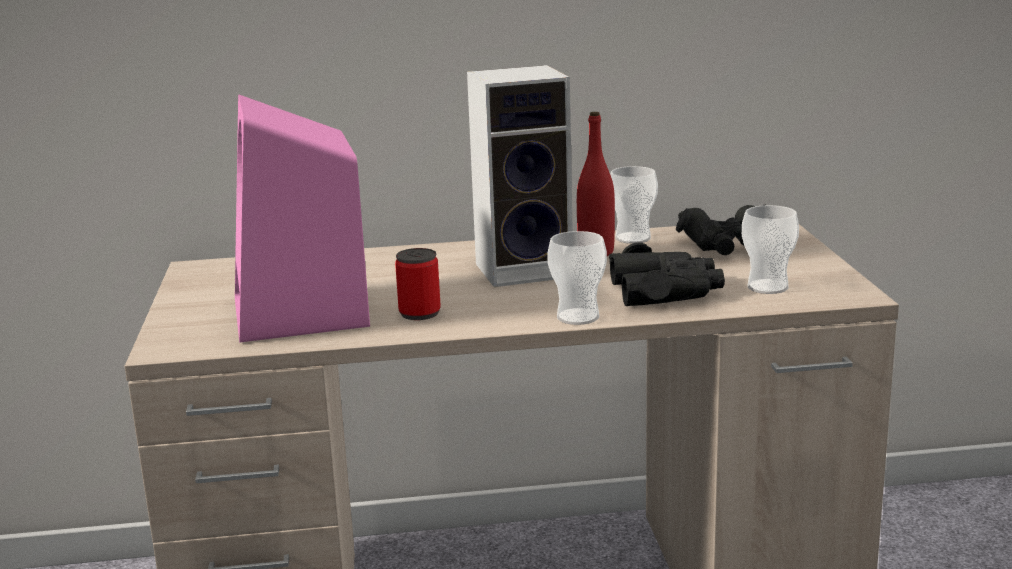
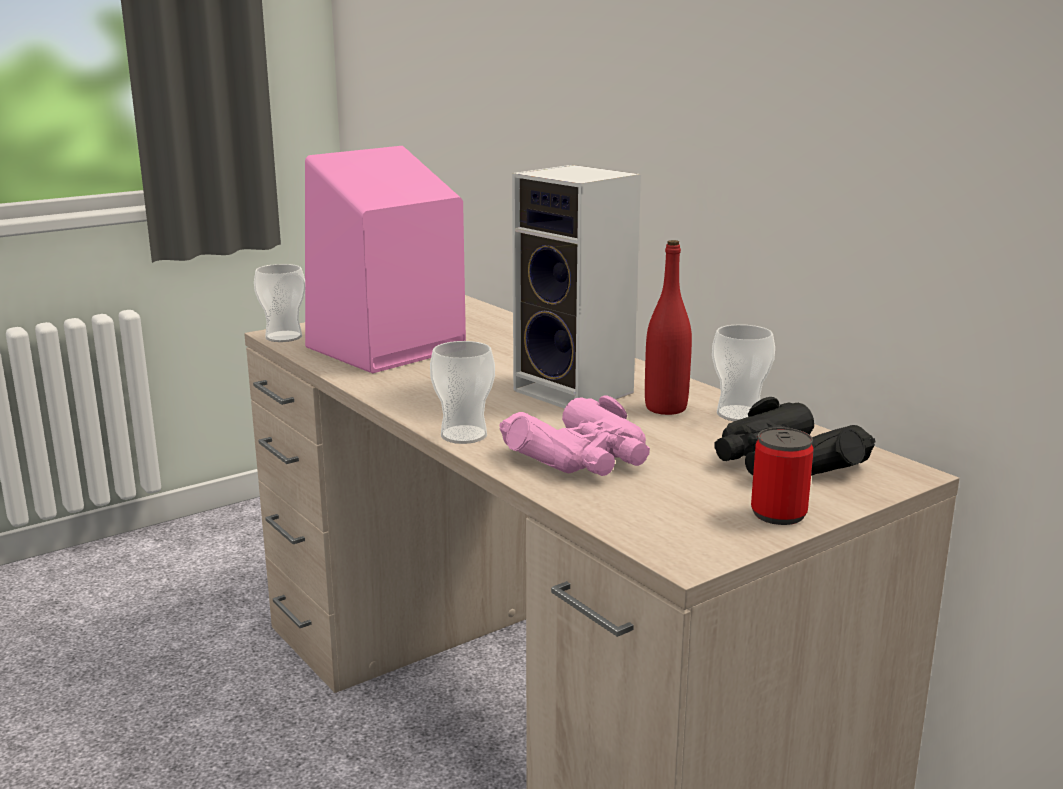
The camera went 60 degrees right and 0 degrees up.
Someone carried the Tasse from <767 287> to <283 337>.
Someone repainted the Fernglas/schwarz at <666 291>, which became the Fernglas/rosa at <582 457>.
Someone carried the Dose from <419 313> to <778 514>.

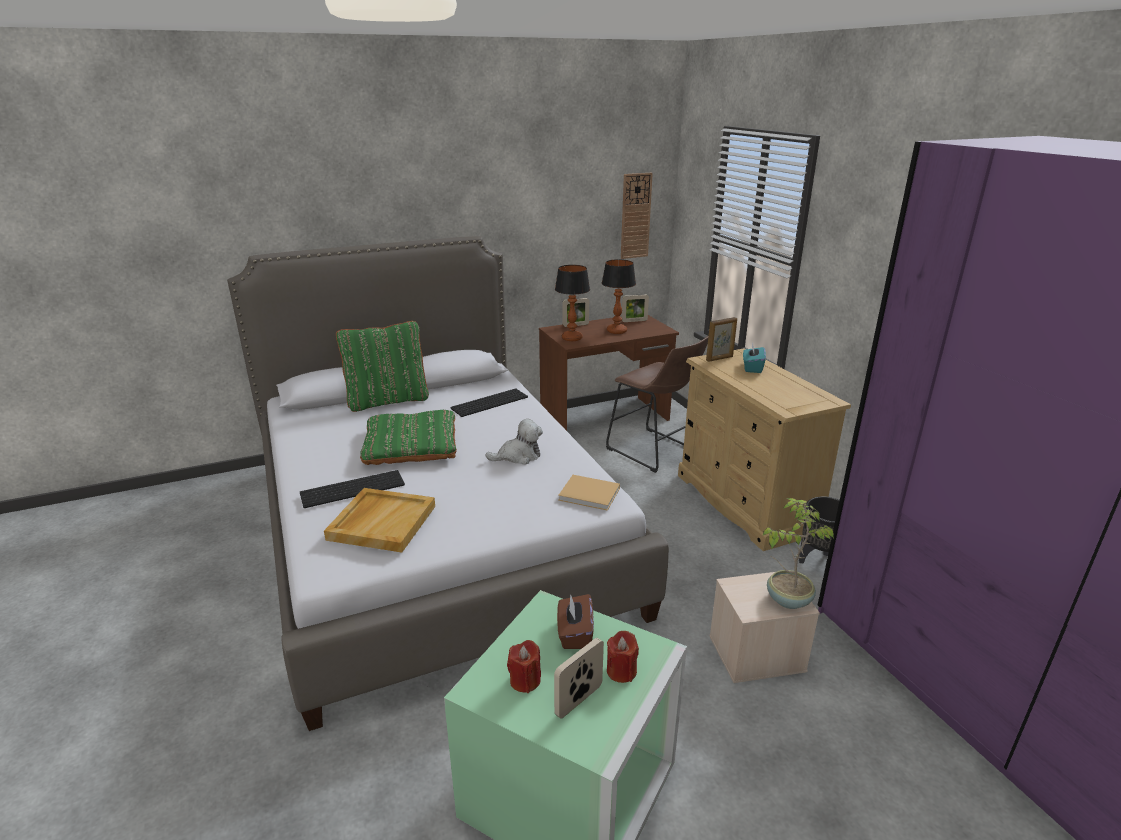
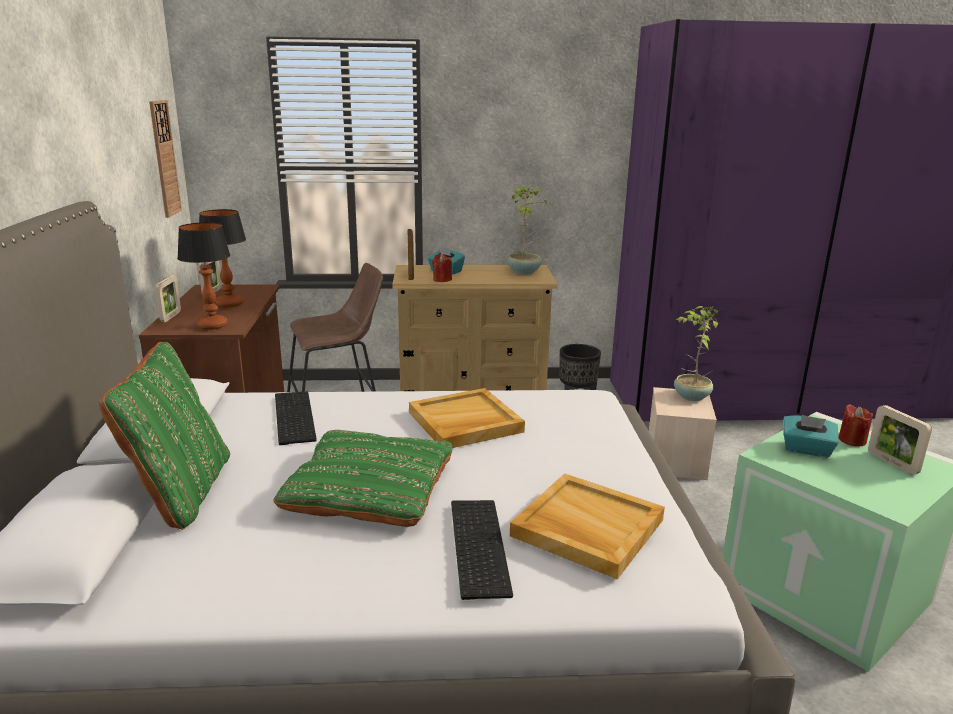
The camera went 70 degrees left and 5 degrees down.
Someone swapped the Plüschtier at <518 456> for the Tablett/beige at <464 422>.
Someone took away the Buch/beige at <591 495>.
Someone repainted the Taschentuchbox/braun at <574 634>, which became the Taschentuchbox/türkis at <806 450>.
Someone carried the Kerze/rot from <525 680> to <442 279>.
Someone put down the Topfpflanze at <524 272>.

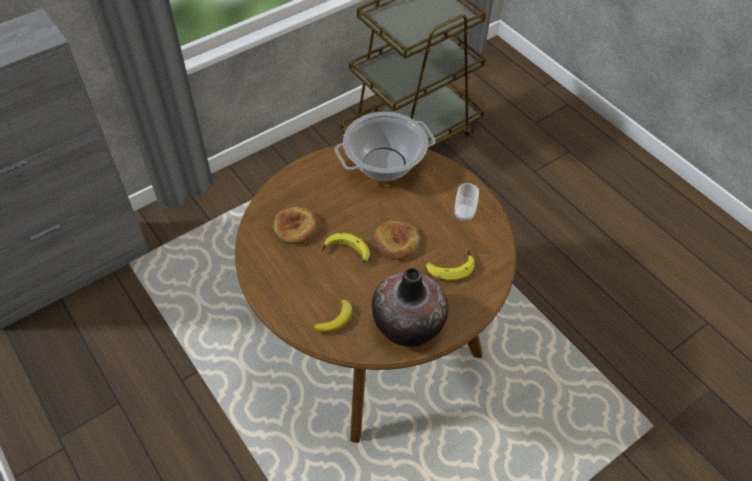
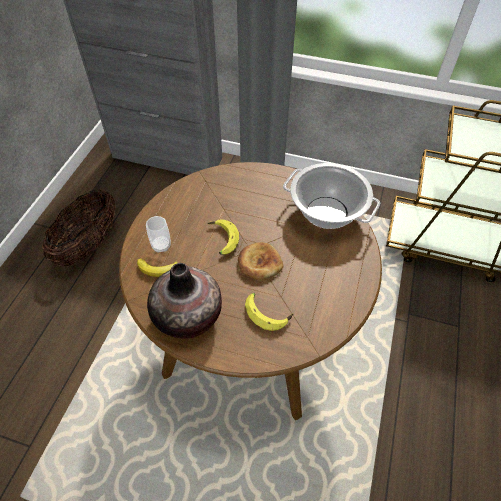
The camera went 55 degrees right and 0 degrees up.
Someone carried the Tasse from <464 214> to <161 246>.
Someone took away the Brot at <296 227>.
Someone put down the Korb at <89 244>.

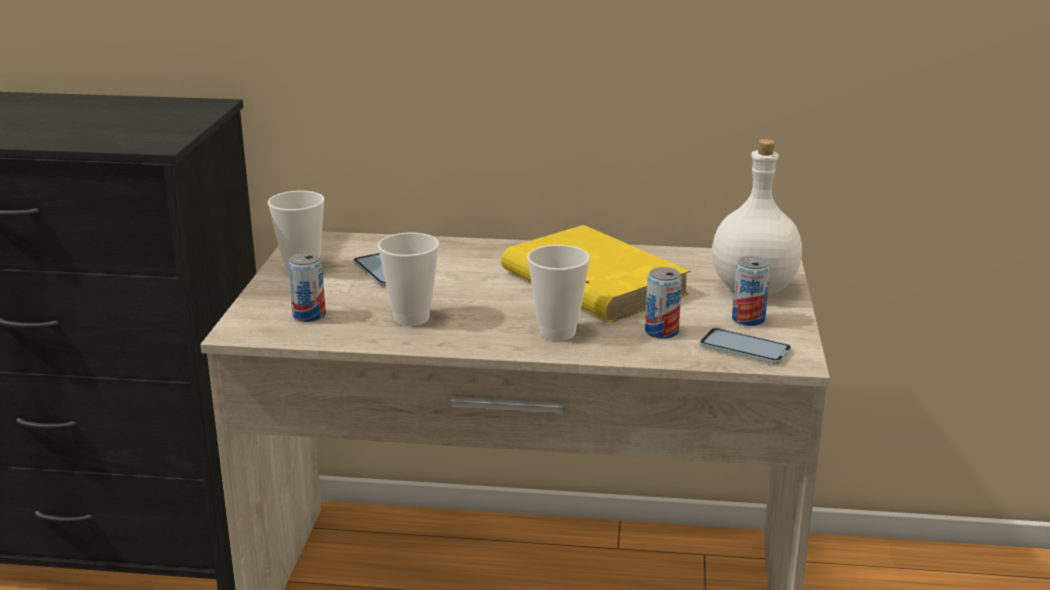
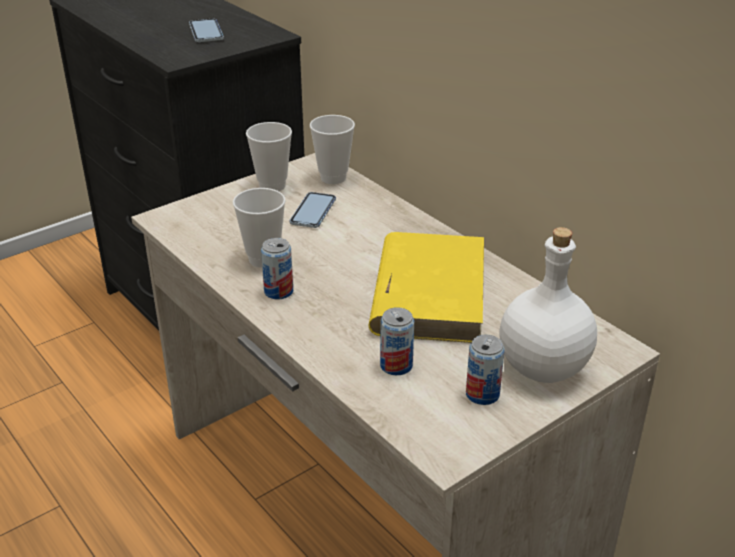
The camera went 45 degrees right and 10 degrees up.
Someone carried the Tasse from <557 332> to <333 178>.
Someone carried the Dose from <309 315> to <278 291>.
Someone carried the Handy from <744 348> to <206 32>.

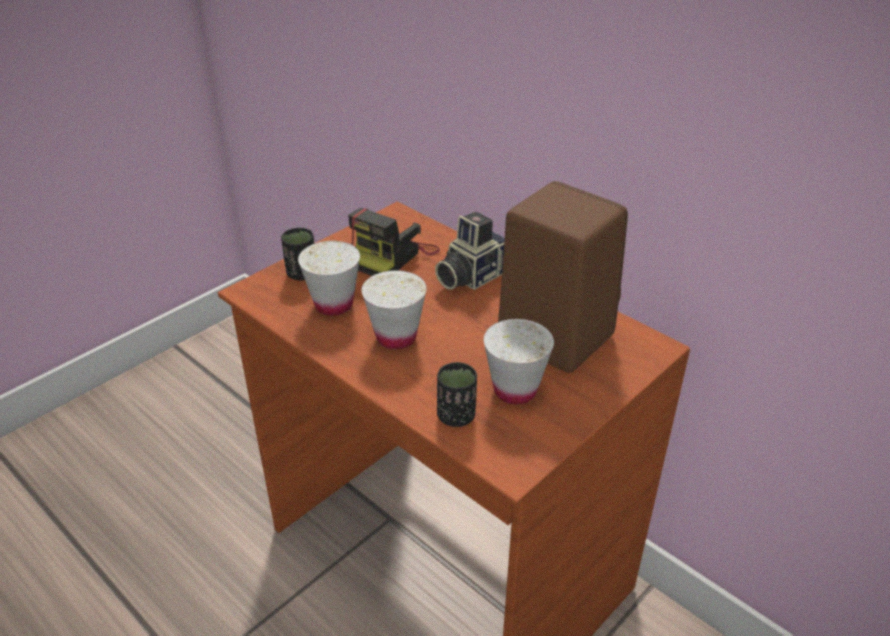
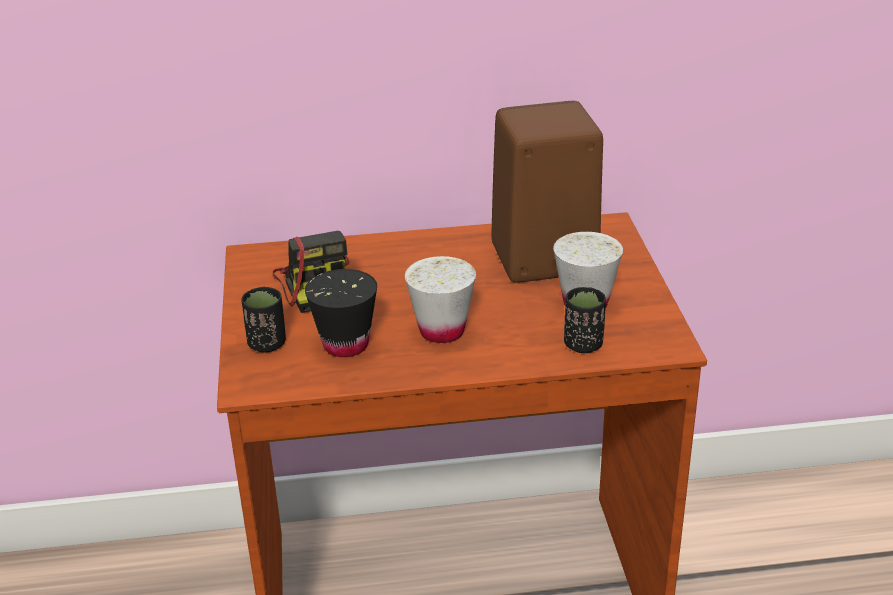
The camera went 50 degrees left and 5 degrees down.
Someone took away the Kamera at <471 275>.
Someone repainted the Tasse/weiß at <334 305>, which became the Tasse/schwarz at <345 345>.

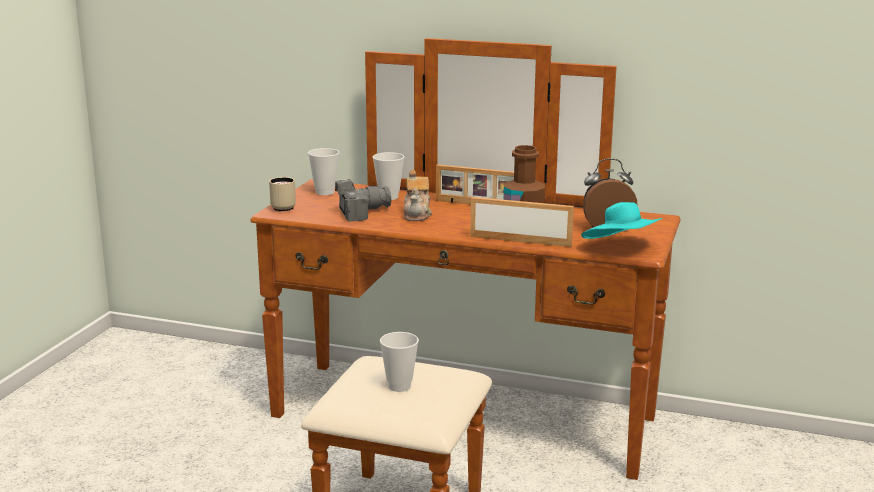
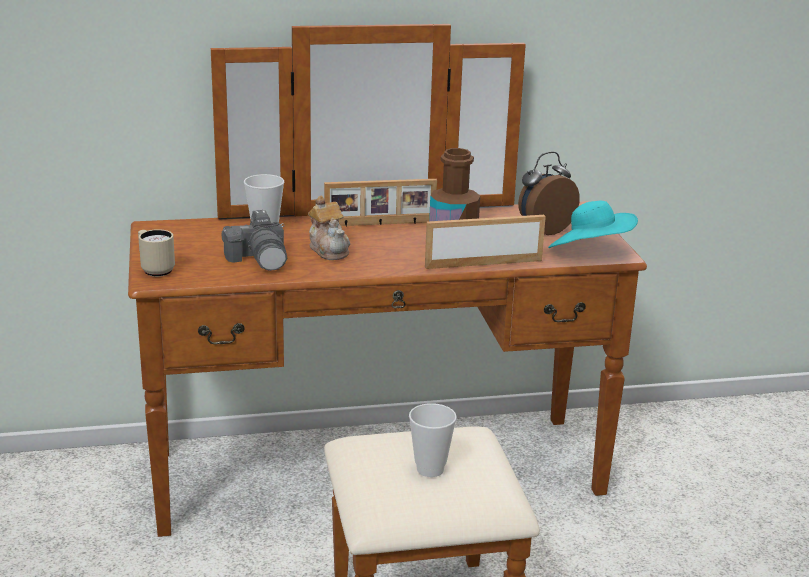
The camera went 30 degrees left and 5 degrees up.
Someone took away the Tasse at <325 192>.
Someone rotated the Kamera at <360 212> by 120 degrees clockwise.

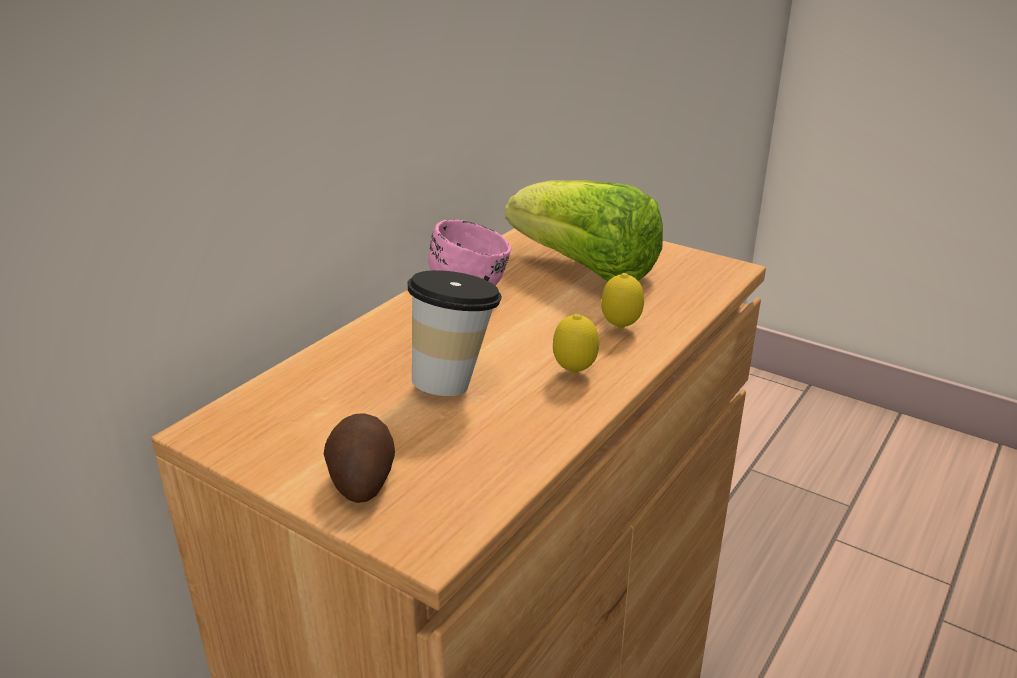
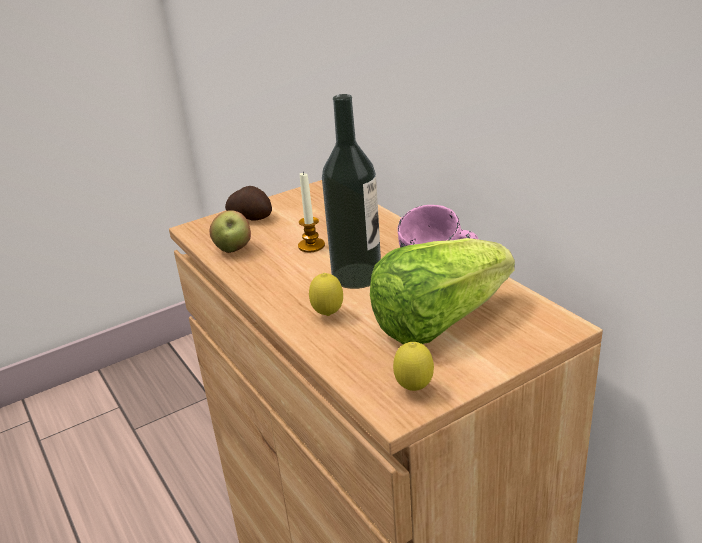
The camera went 115 degrees right and 0 degrees up.
Someone swapped the Tasse at <455 381> for the Kerze at <311 246>.
Someone carried the Zitrone from <574 372> to <414 389>.
Someone put down the Flasche at <356 276>.
Someone put down the Apfel at <233 249>.

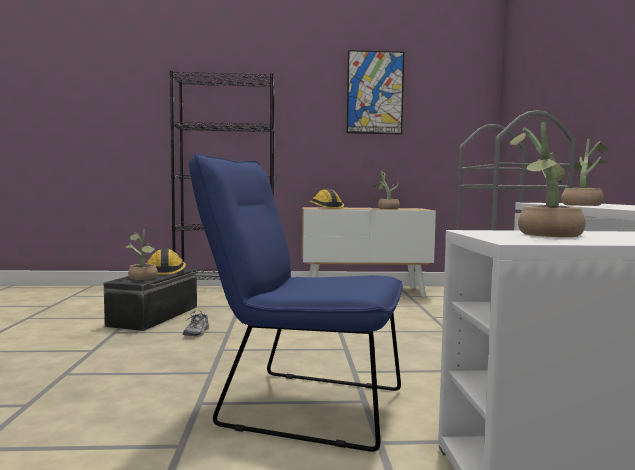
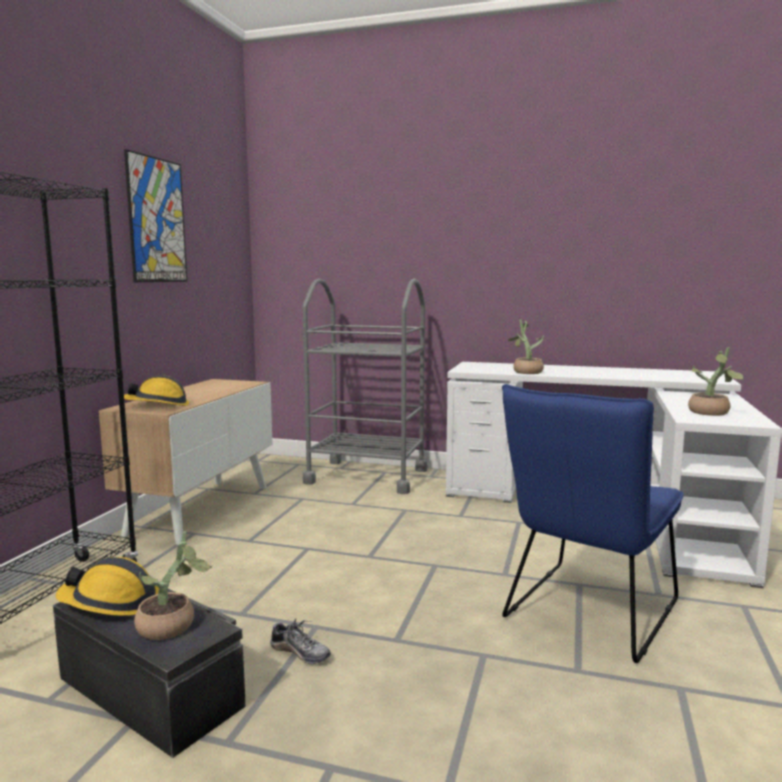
The camera went 70 degrees left and 5 degrees up.
Someone took away the Topfpflanze at <386 208>.

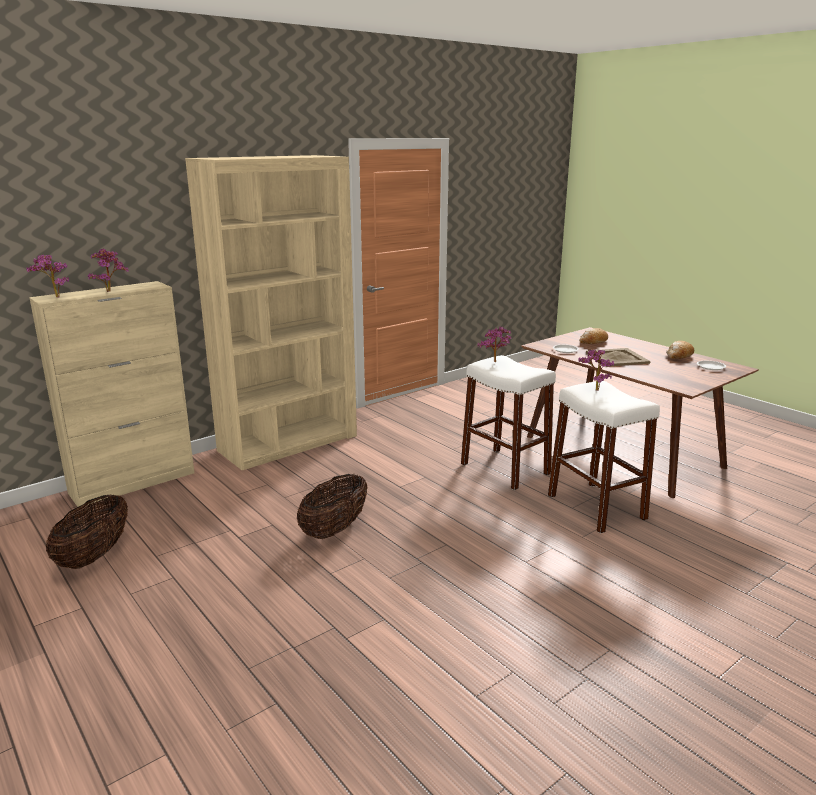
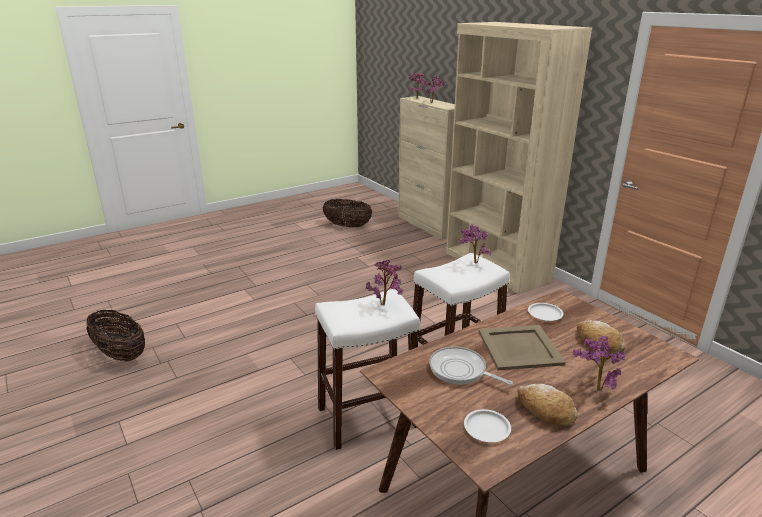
The camera went 95 degrees right and 5 degrees up.
Someone carried the Korb from <334 529> to <120 354>.
Someone put down the Topfpflanze at <594 388>.
Someone put down the Pfanne at <460 371>.

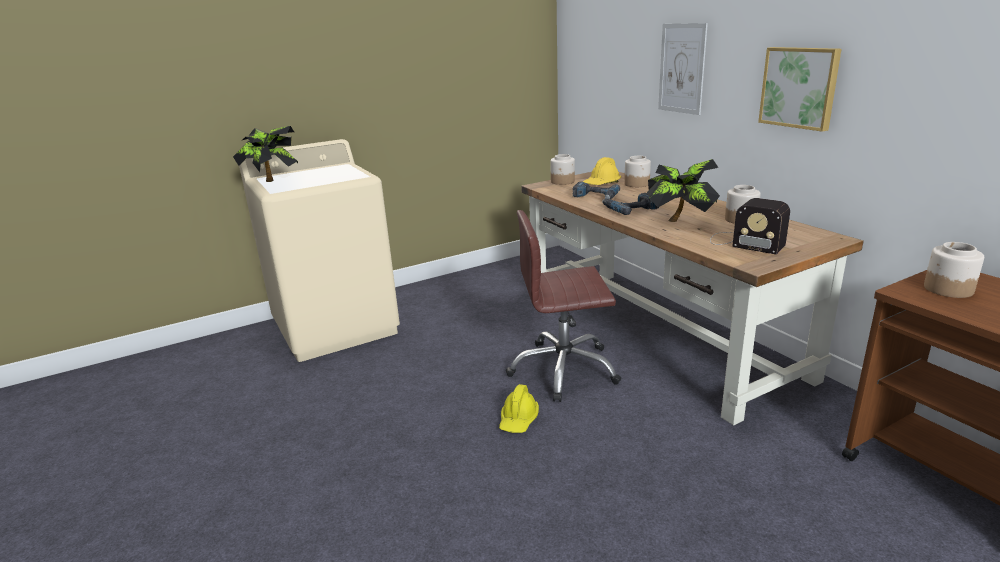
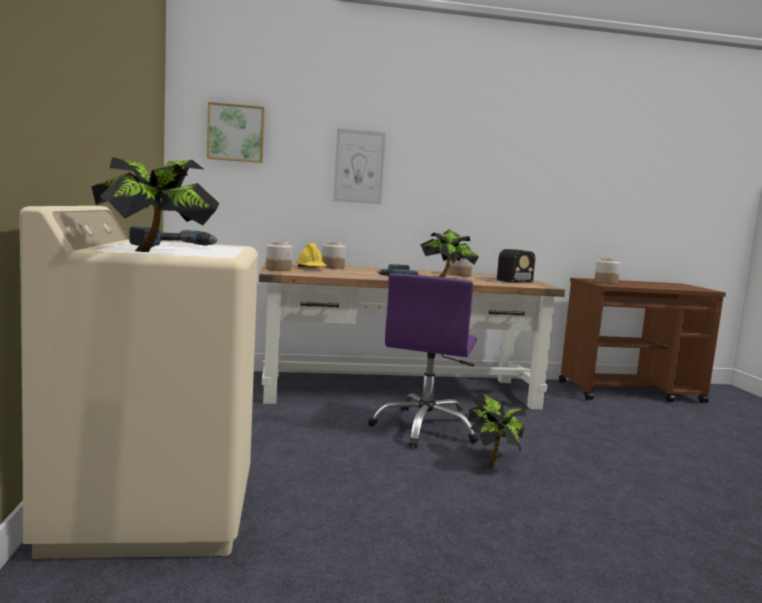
The camera went 70 degrees left and 15 degrees down.
Someone carried the Bild from <800 87> to <236 133>.
Someone carried the Bohrmaschine from <595 197> to <174 246>.
Someone repainted the Bürostuhl/braun at <563 370>, which became the Bürostuhl/lila at <425 428>.
Someone swapped the Schutzhelm/gelb at <519 420> for the Topfpflanze at <494 461>.

